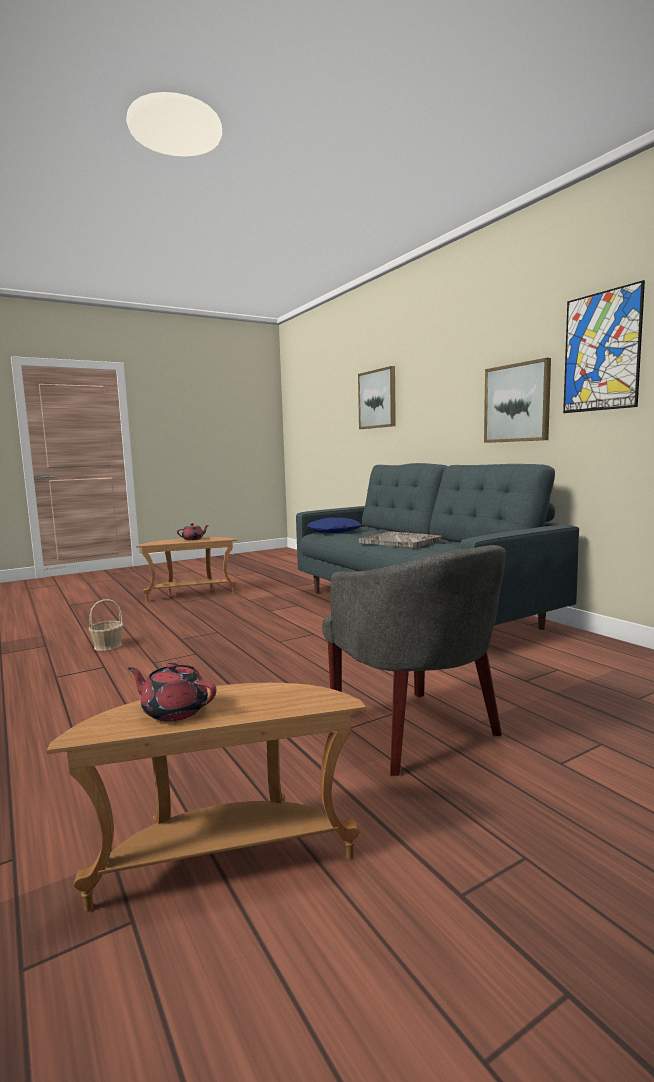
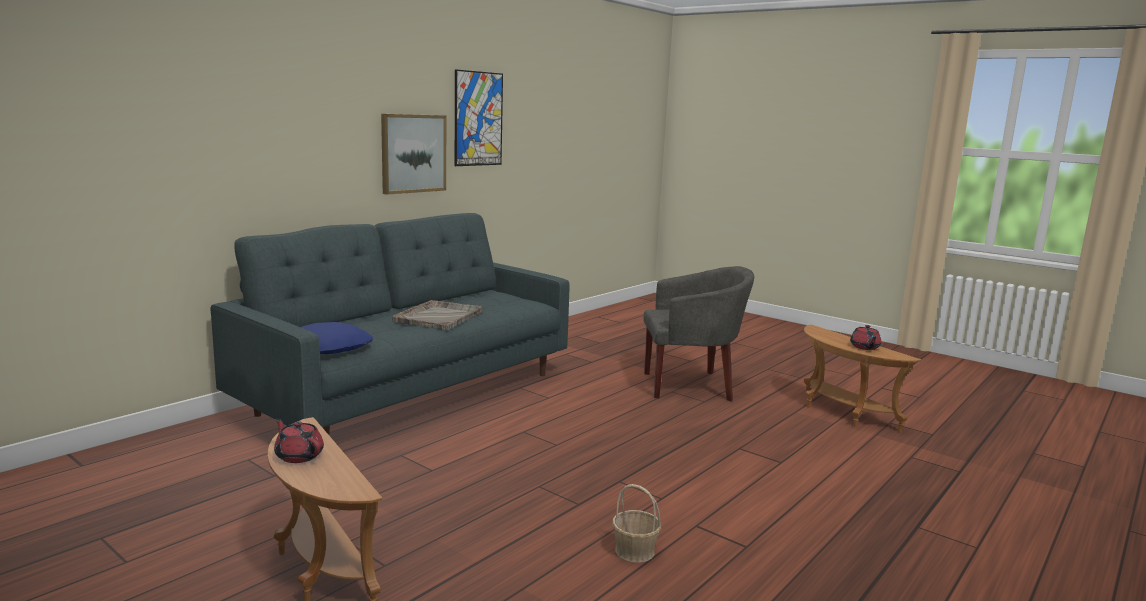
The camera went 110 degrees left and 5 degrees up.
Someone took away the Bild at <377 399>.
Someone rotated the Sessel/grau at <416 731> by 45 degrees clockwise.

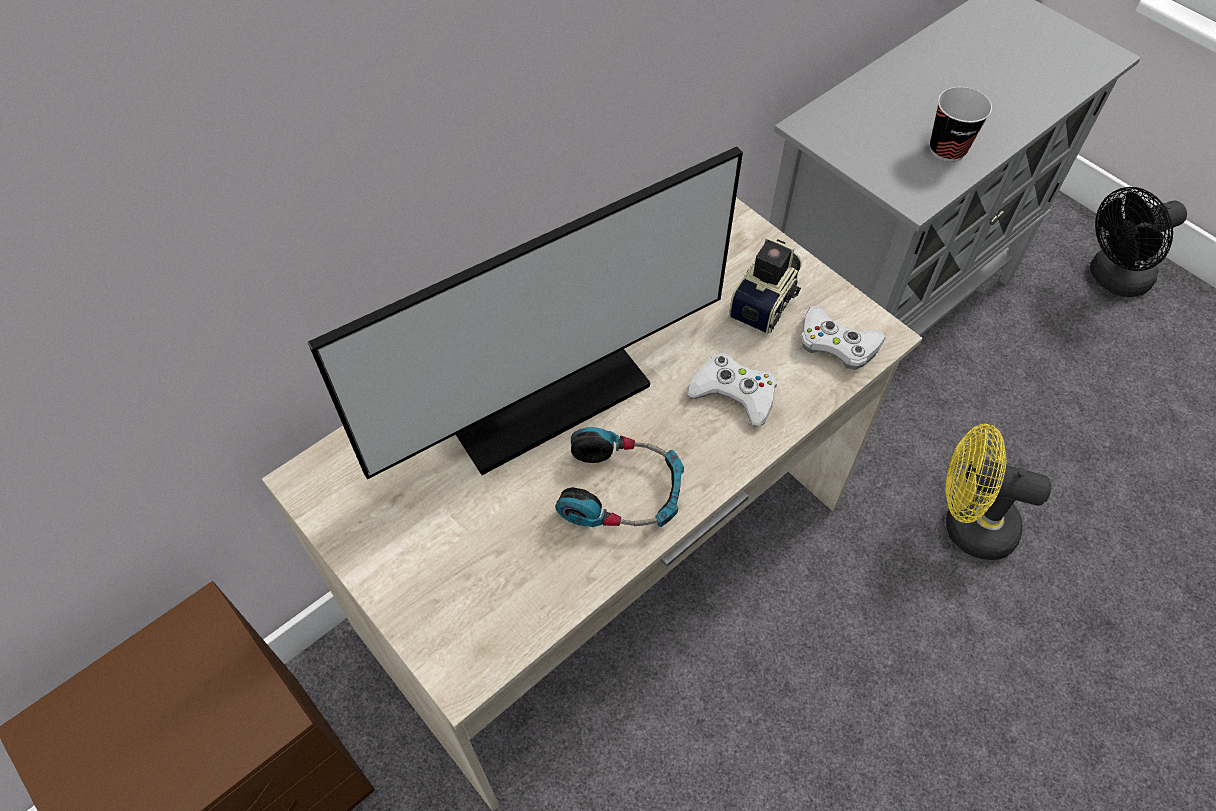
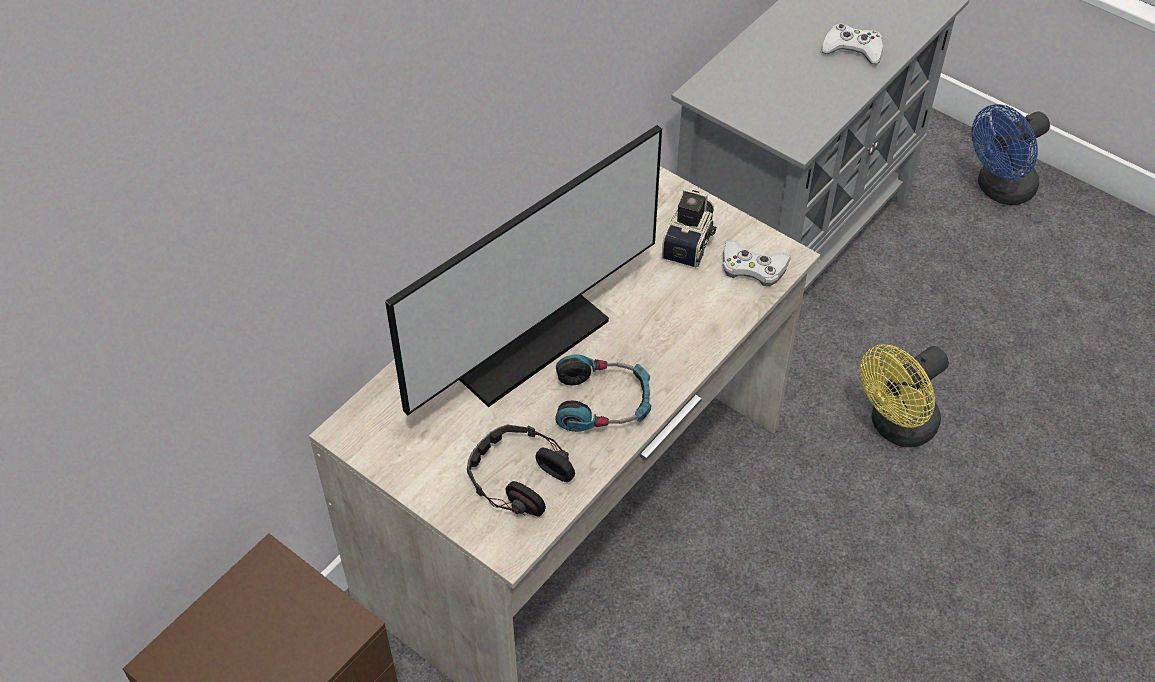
The camera went 10 degrees left and 5 degrees down.
Someone took away the Tasse at <947 149>.
Someone repainted the Ventilator/schwarz at <1112 279>, which became the Ventilator/blau at <999 190>.
Someone carried the Gamepad/weiß from <734 393> to <852 49>.
Someone rotated the Ventilator/gelb at <967 524> by 45 degrees counterclockwise.
Someone put down the Kopfhörer at <519 478>.

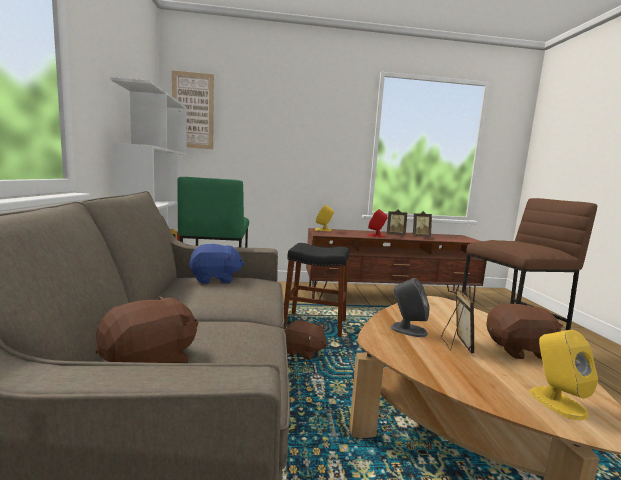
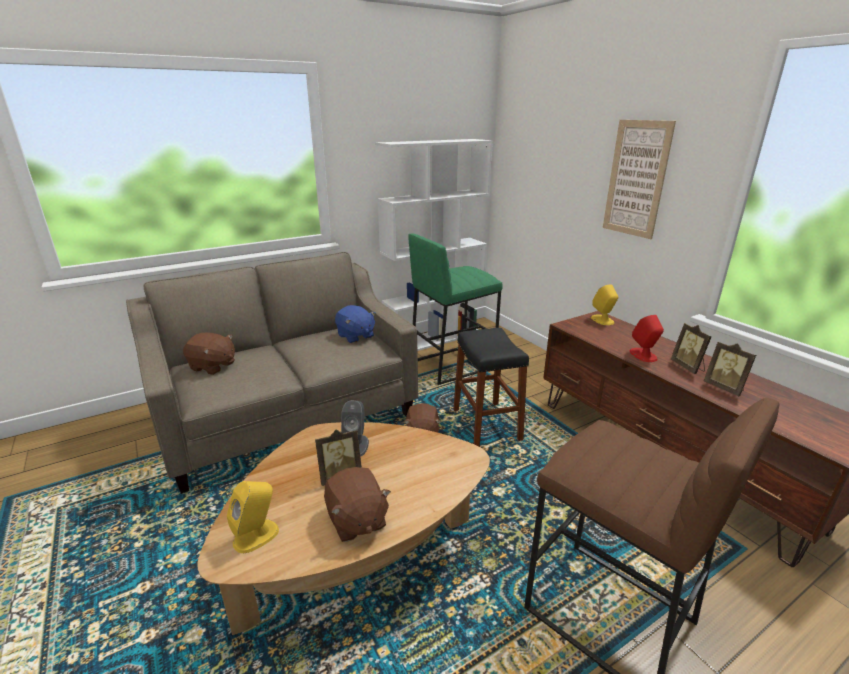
The camera went 65 degrees right and 15 degrees up.
Someone carried the Bild from <193 111> to <636 179>.

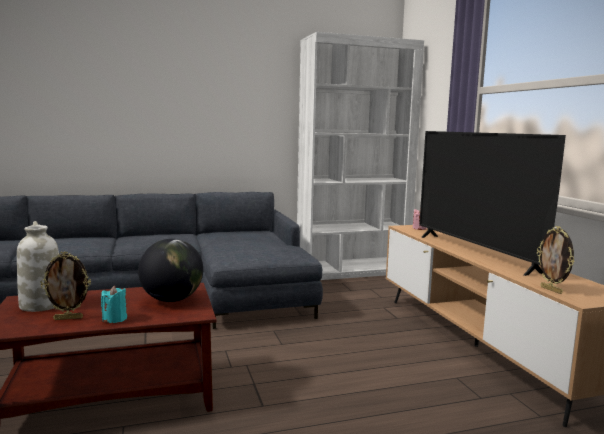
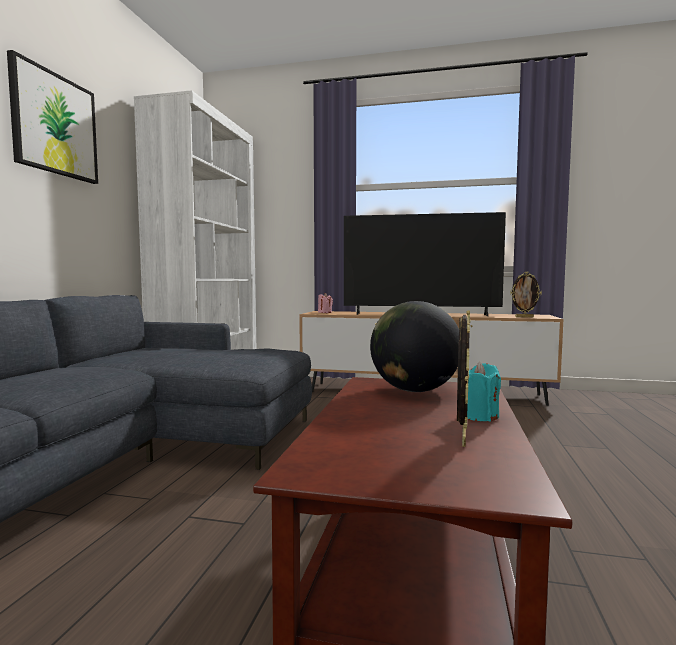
The camera went 60 degrees left and 5 degrees down.
Someone took away the Vase/weiß at <41 304>.
Someone put up the Bild at <55 124>.

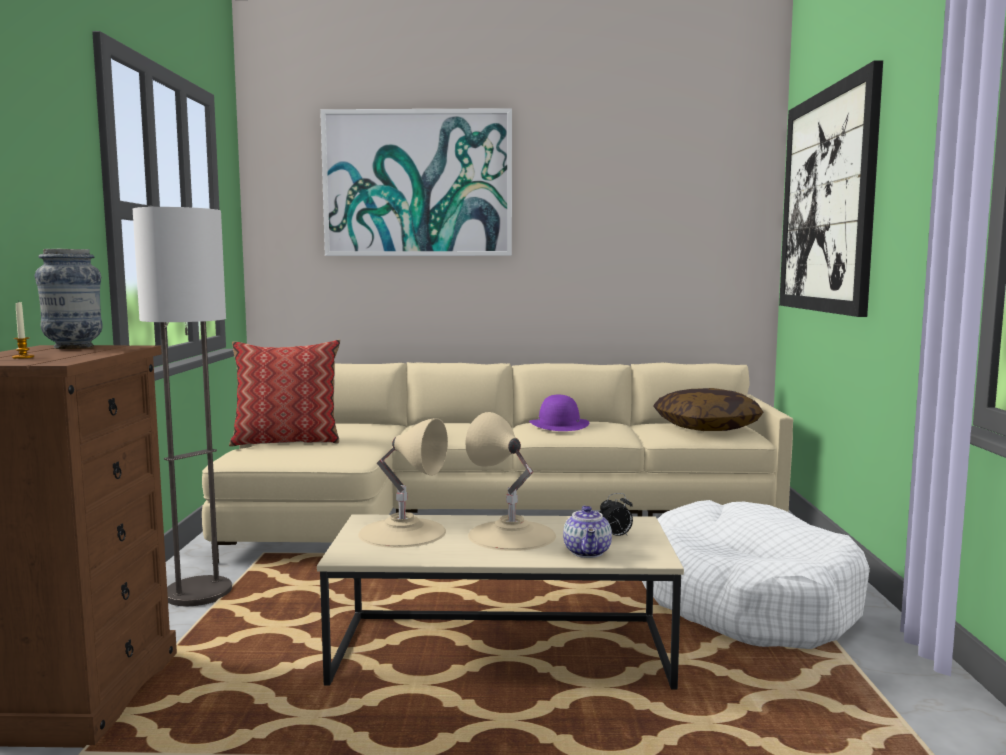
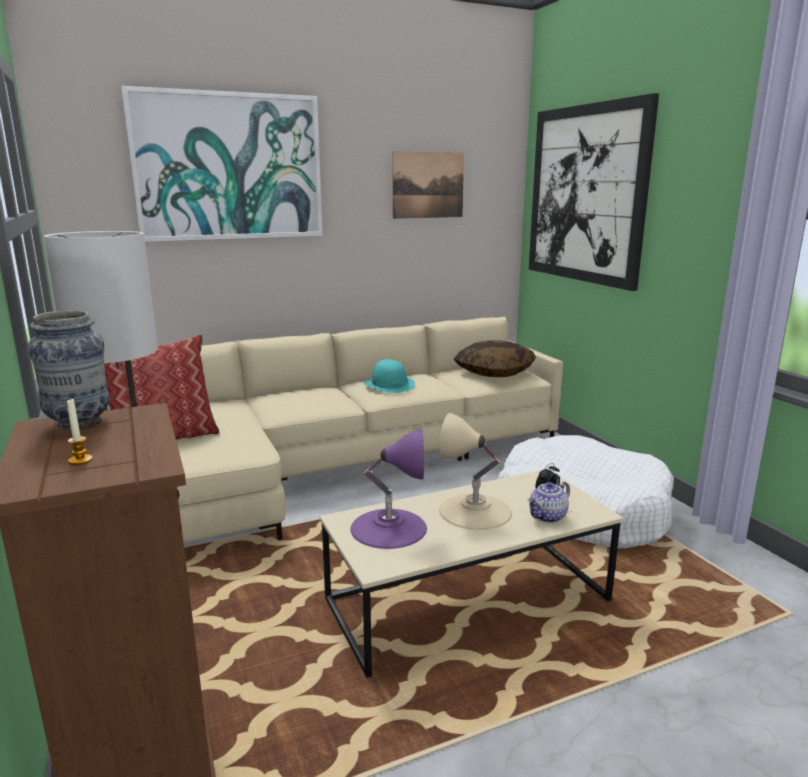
The camera went 25 degrees left and 10 degrees up.
Someone repainted the Hut/lila at <559 424>, which became the Hut/türkis at <389 384>.
Someone repainted the Tischlampe/beige at <402 532>, which became the Tischlampe/lila at <389 528>.
Someone rotated the Teekanne at <588 552> by 75 degrees clockwise.
Someone put up the Bild at <428 185>.

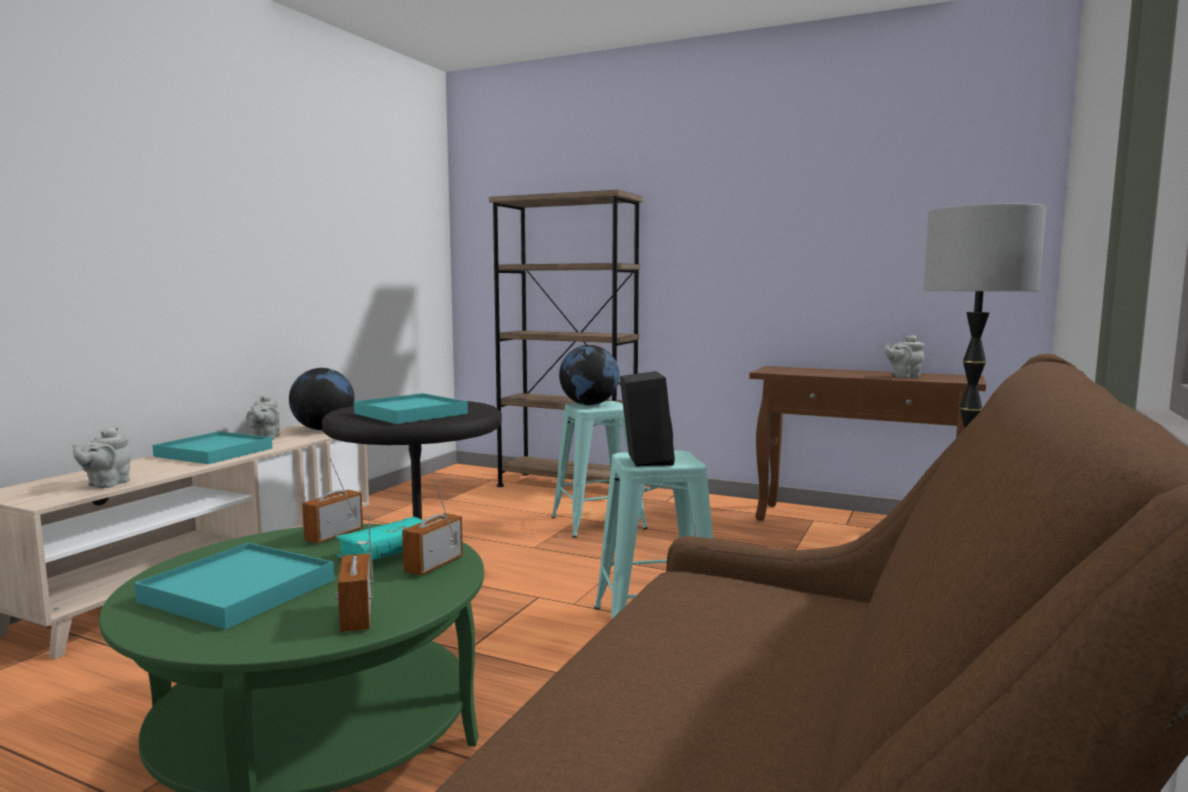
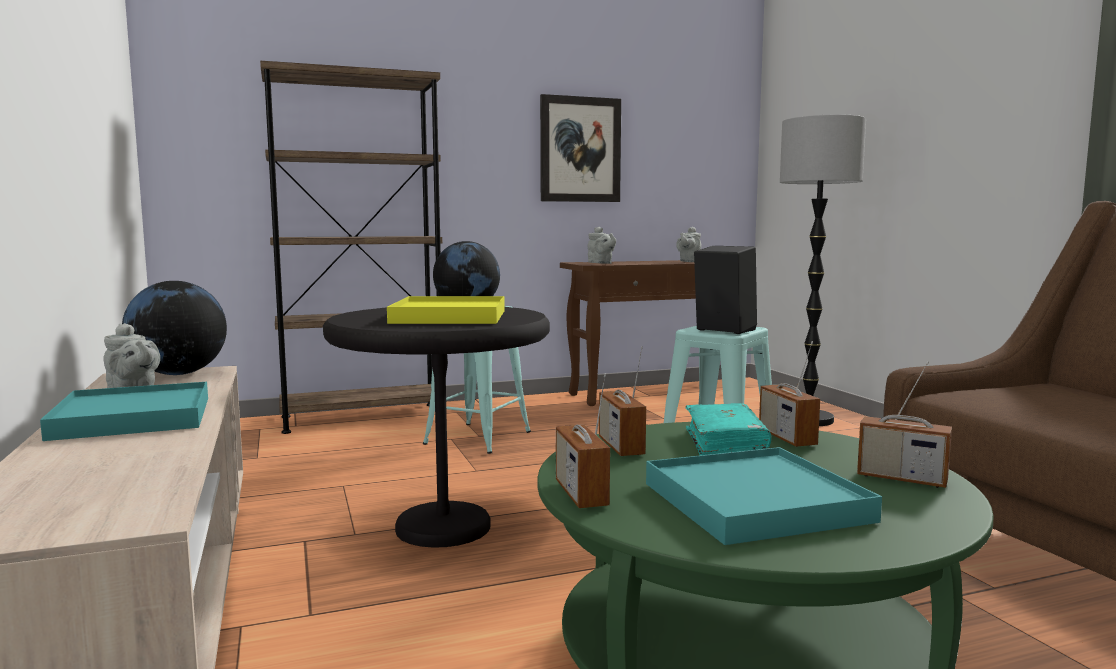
The camera went 45 degrees left and 0 degrees up.
Someone repainted the Tablett/türkis at <411 413>, which became the Tablett/gelb at <450 317>.
Someone carried the Teekanne/grau from <106 484> to <601 263>.
Someone put up the Bild at <580 150>.
Someone put down the Radio at <581 494>.

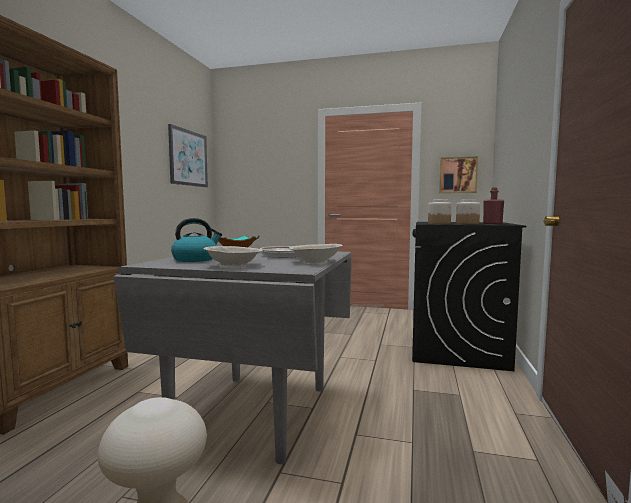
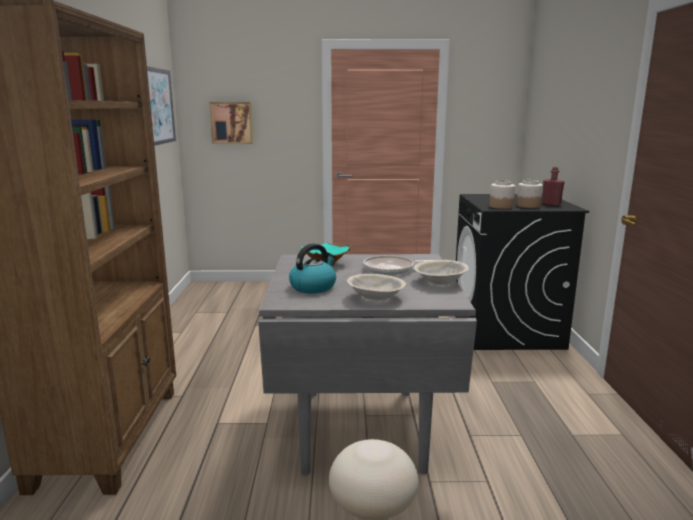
The camera went 15 degrees left and 10 degrees up.
Someone carried the Bild from <458 175> to <232 123>.

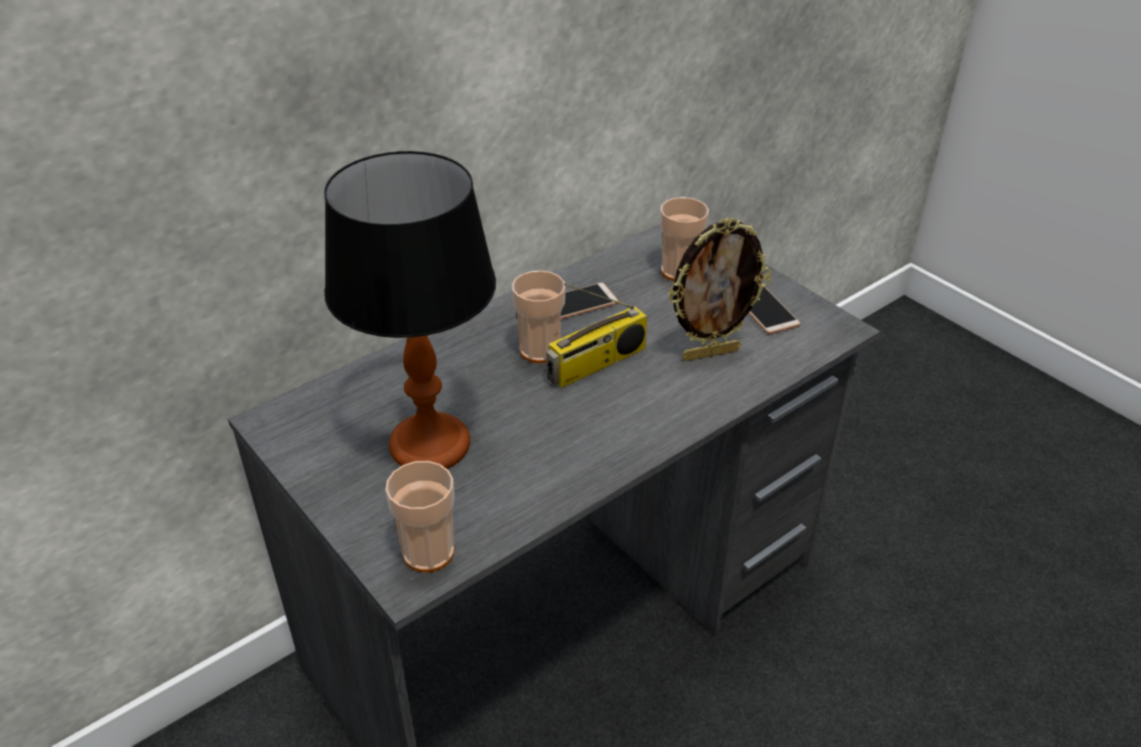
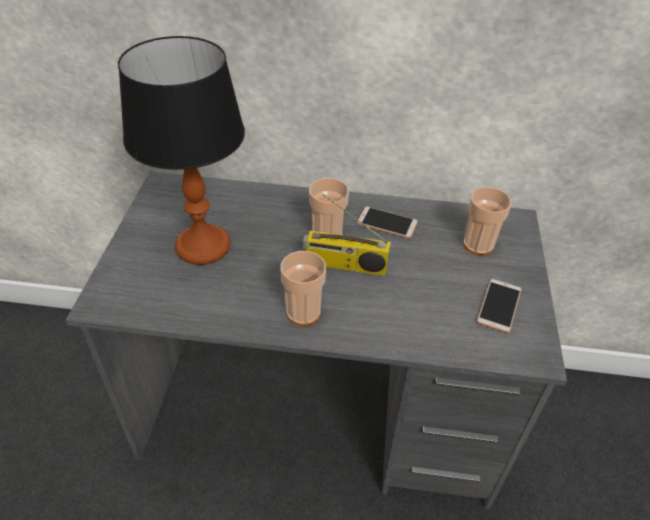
The camera went 45 degrees right and 5 degrees up.
Someone took away the Bilderrahmen at <710 353>.
Someone carried the Tasse from <428 552> to <303 312>.

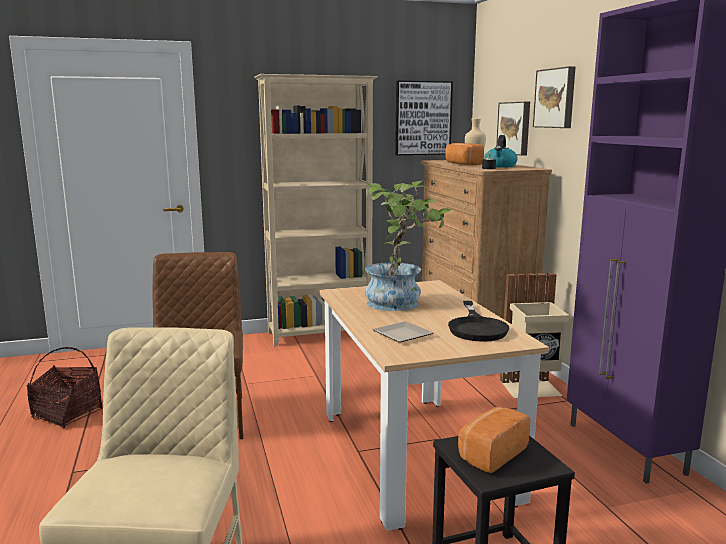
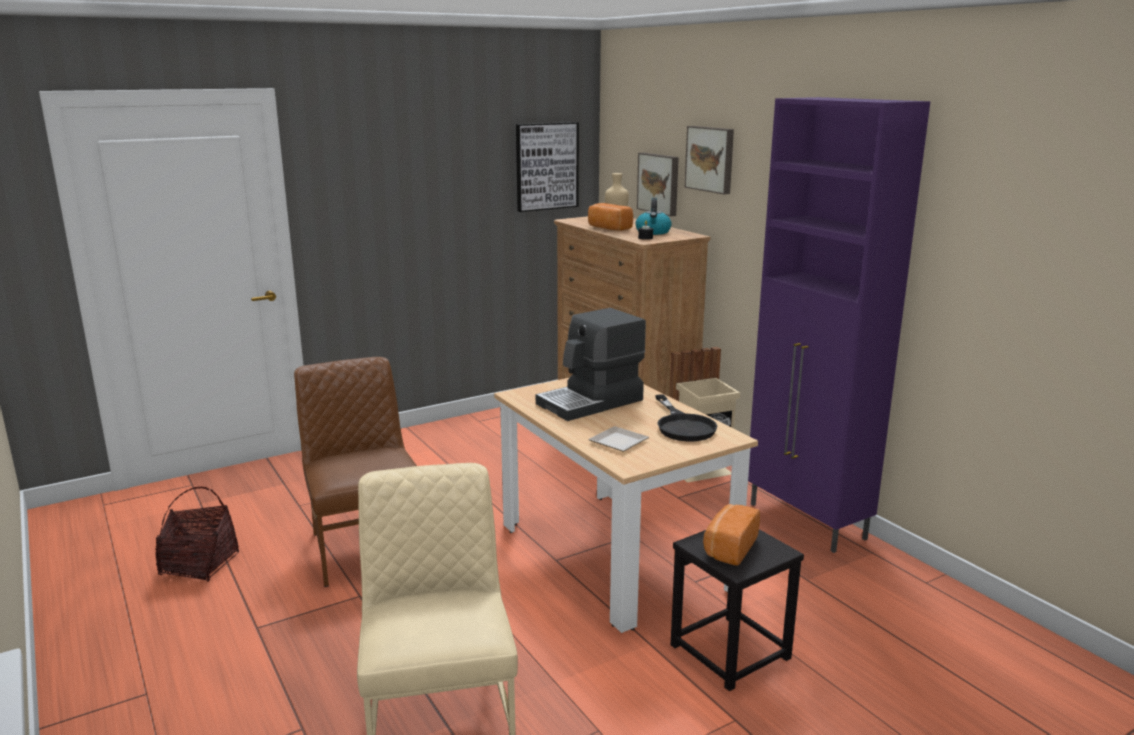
The camera went 15 degrees left and 5 degrees up.
Someone took away the Bücherregal/beige at <320 334>.
Someone swapped the Topfpflanze at <401 302> for the Kaffeemaschine at <591 402>.

